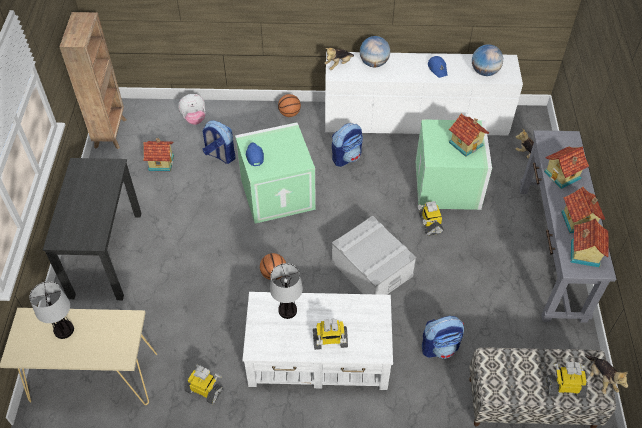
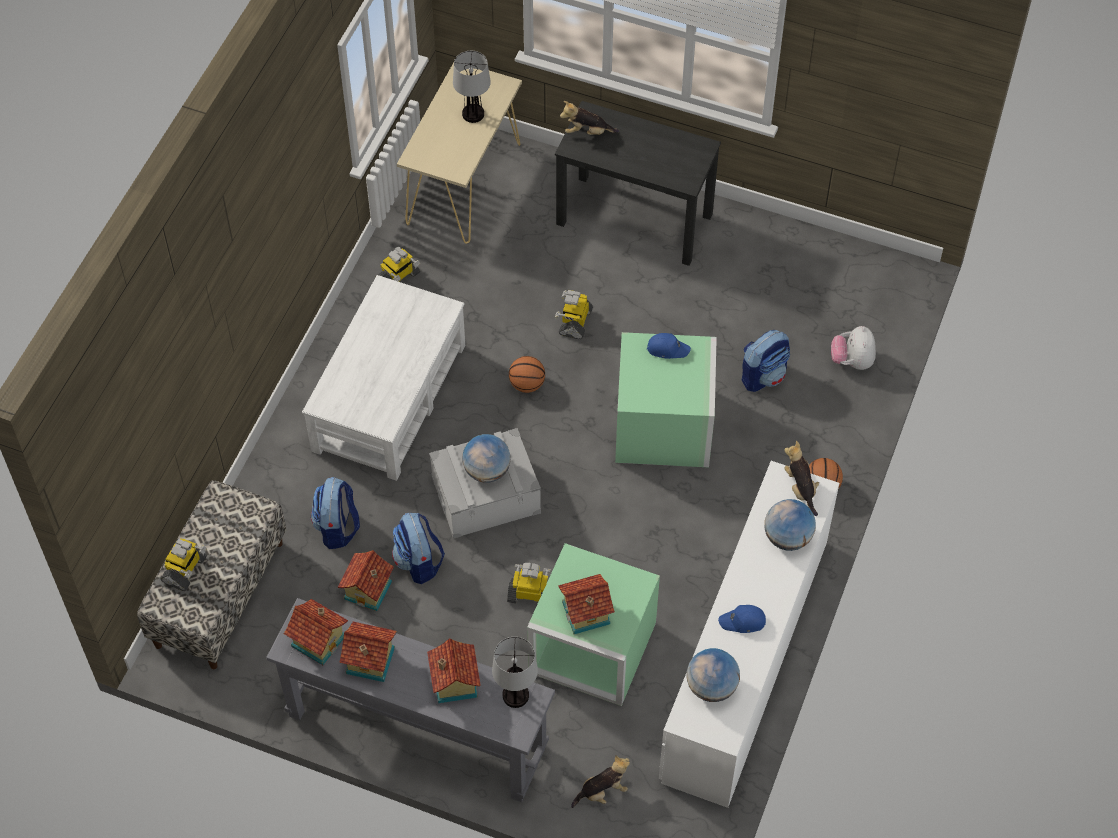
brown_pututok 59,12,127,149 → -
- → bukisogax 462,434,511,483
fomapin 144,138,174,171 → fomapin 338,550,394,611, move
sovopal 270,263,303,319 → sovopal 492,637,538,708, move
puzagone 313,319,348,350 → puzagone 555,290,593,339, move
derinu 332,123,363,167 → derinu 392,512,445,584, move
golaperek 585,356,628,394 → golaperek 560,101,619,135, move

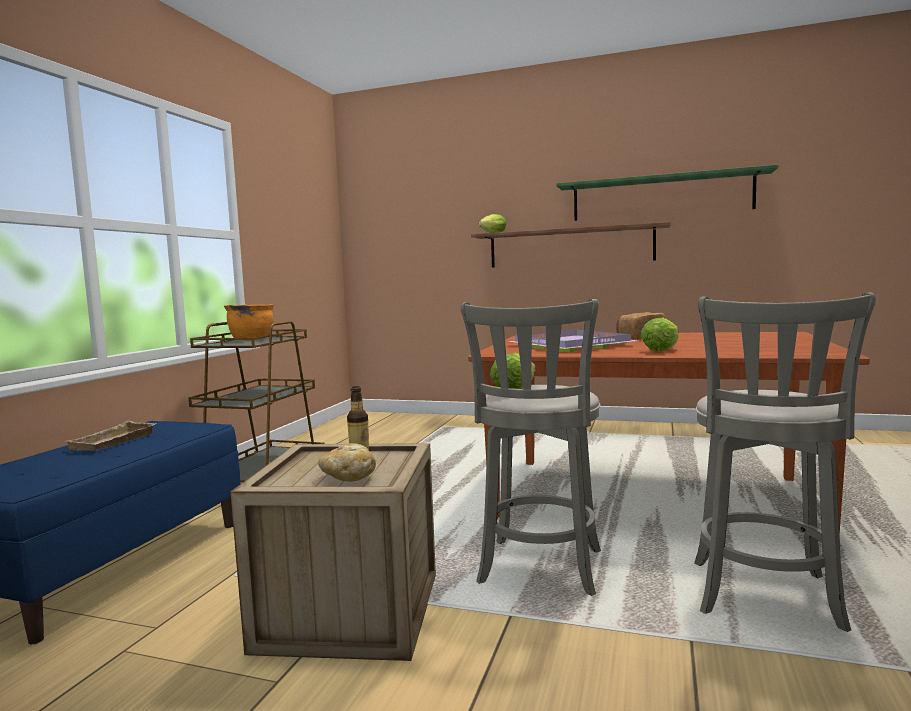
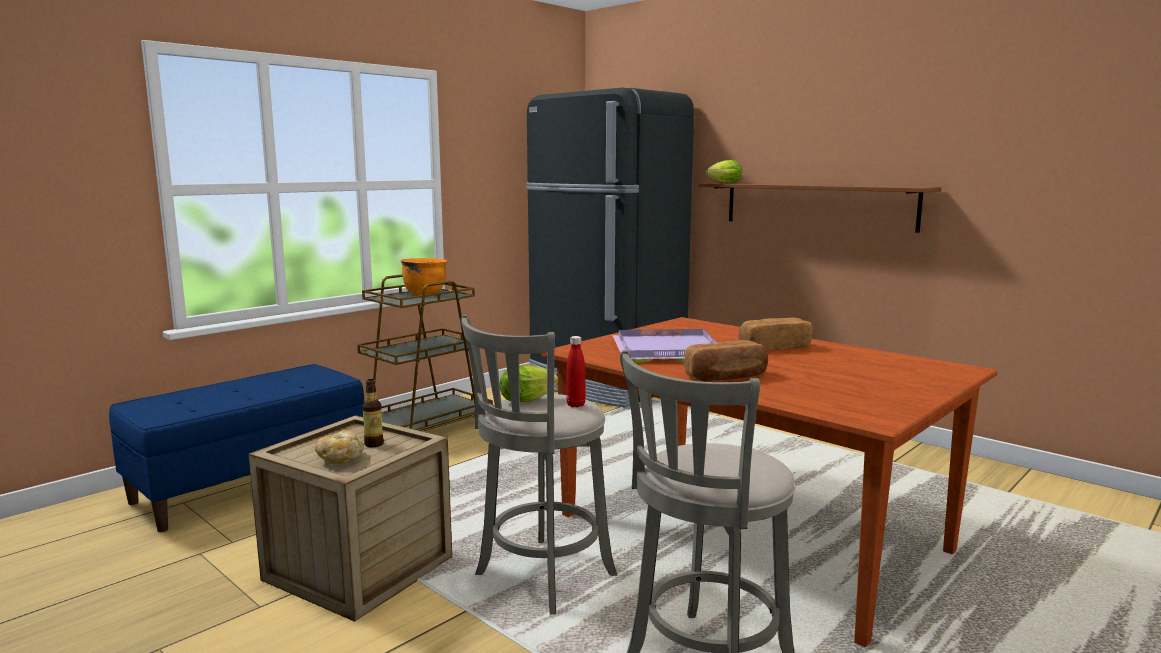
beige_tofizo 67,421,157,451 → -
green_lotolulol 556,164,778,221 → -
- → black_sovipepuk 526,88,694,408
- → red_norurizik 567,336,585,407
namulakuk 641,318,679,351 → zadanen 684,340,768,381

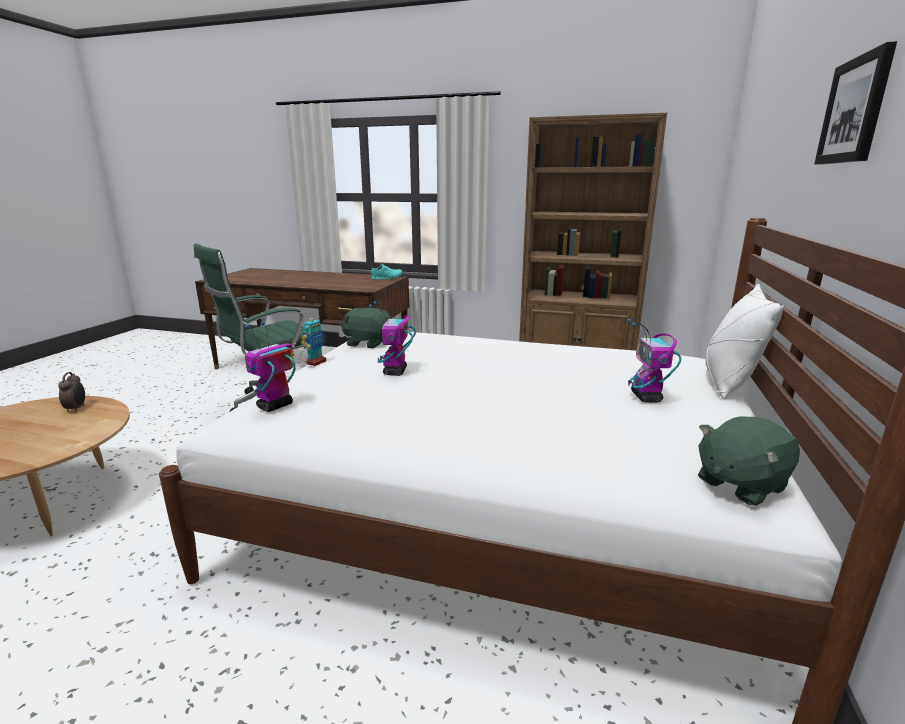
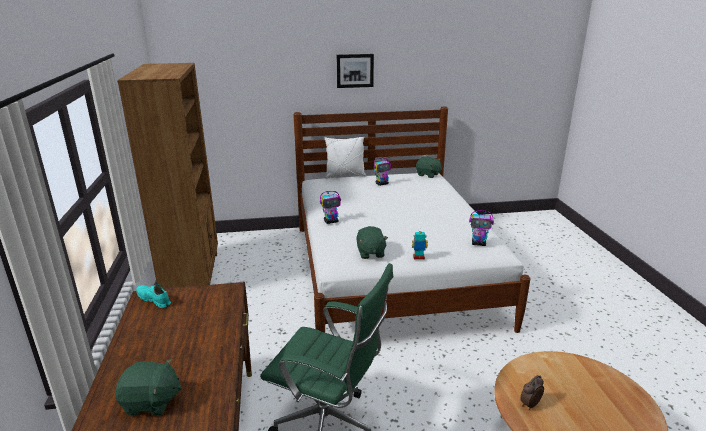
- → green_golaperek 115,359,182,415
puzagone 369,301,416,376 → puzagone 320,191,341,224, move

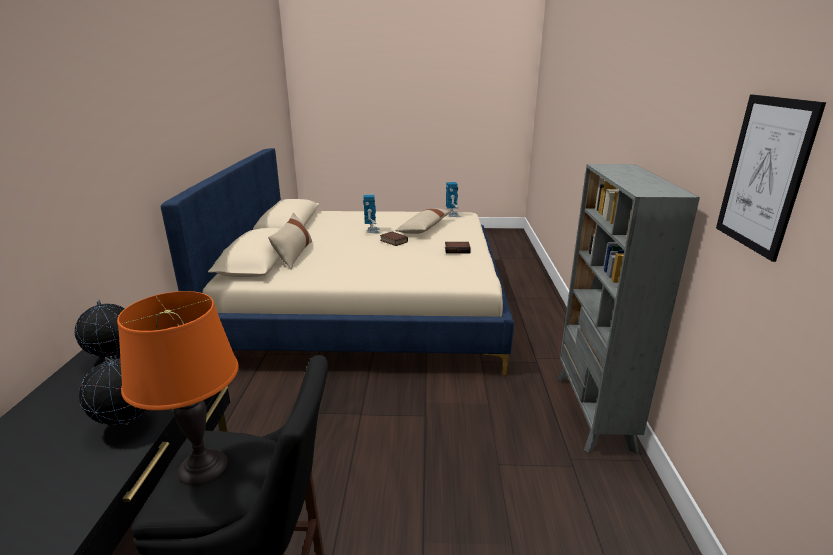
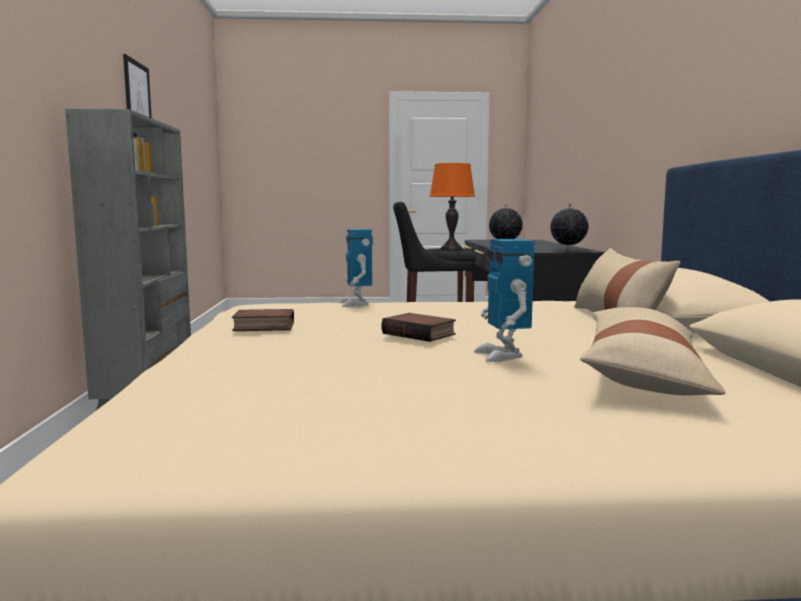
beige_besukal 395,208,451,234 → beige_besukal 580,307,726,395, move
puzagone 446,182,461,217 → puzagone 339,229,373,307, move

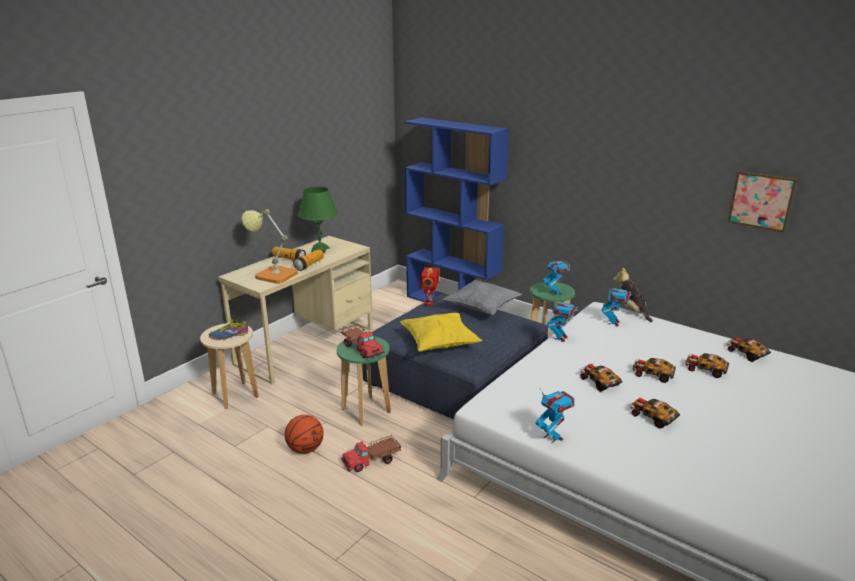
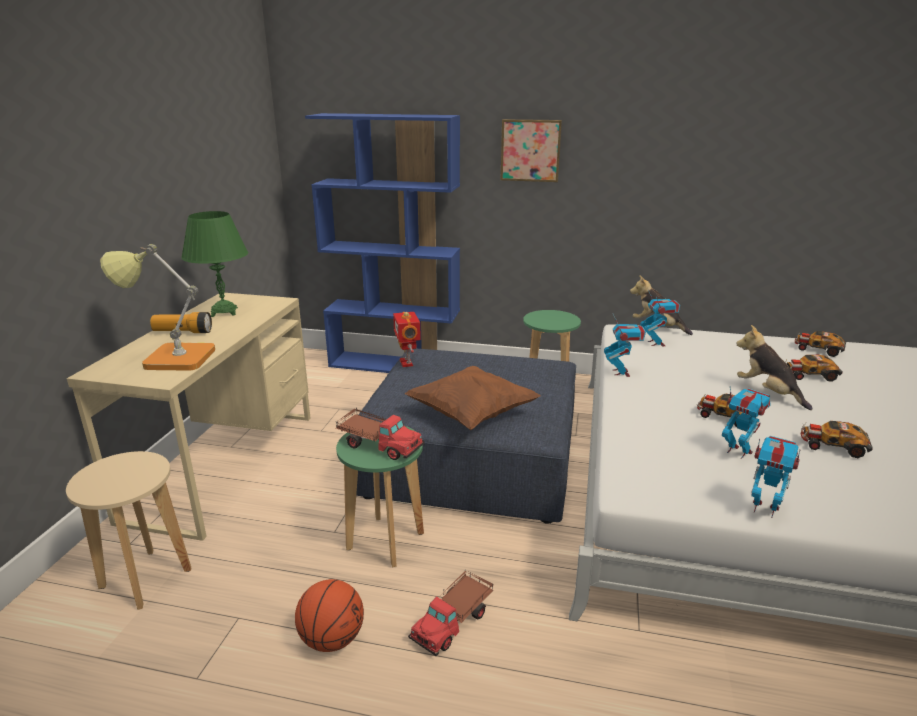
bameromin 209,318,248,340 → -
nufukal 293,250,324,271 → -
grey_besukal 443,280,522,316 → -
puzagone 543,257,570,295 → puzagone 722,388,771,459, move
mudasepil 728,170,797,232 → mudasepil 500,119,562,182, move
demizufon 633,358,676,383 → golaperek 736,325,813,410
yellow_besukal 400,313,482,352 → brown_besukal 405,366,541,430

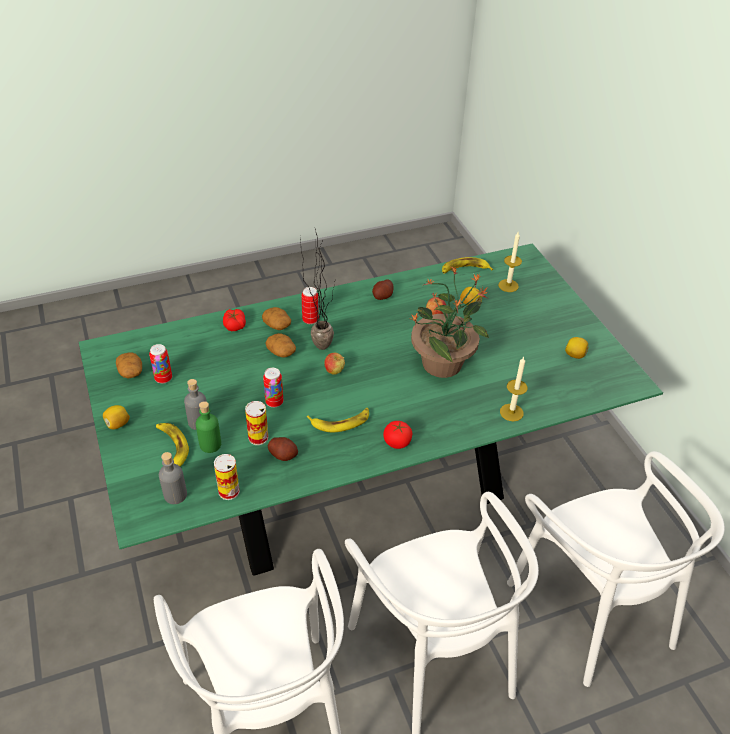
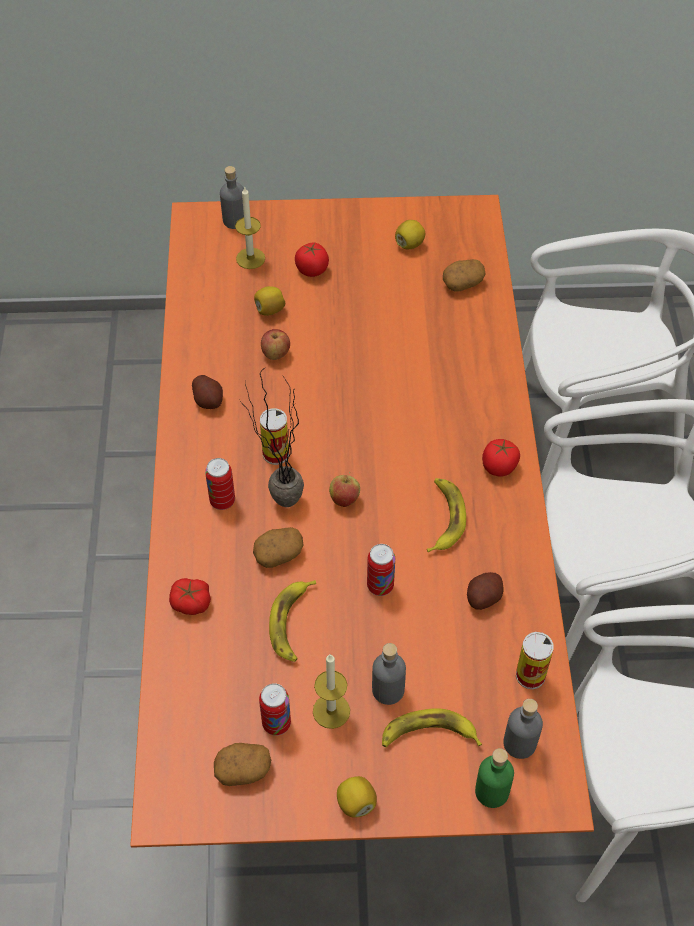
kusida 410,266,489,378 → -
- → grey_norurizik 220,166,244,229
- → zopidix 295,243,329,277
green_norurizik 196,401,221,453 → green_norurizik 475,748,514,808, move
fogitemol 245,401,268,445 → fogitemol 260,408,289,465, move
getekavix 262,307,291,330 → getekavix 443,259,486,292, move
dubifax 442,257,493,273 → dubifax 269,580,316,662, move
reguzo 500,356,528,422 → reguzo 313,654,350,729, move
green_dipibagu 79,243,663,576 → orange_dipibagu 130,195,594,848

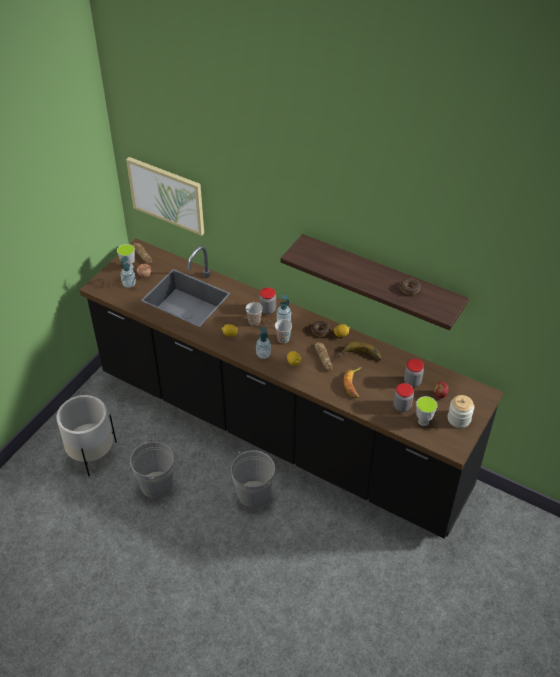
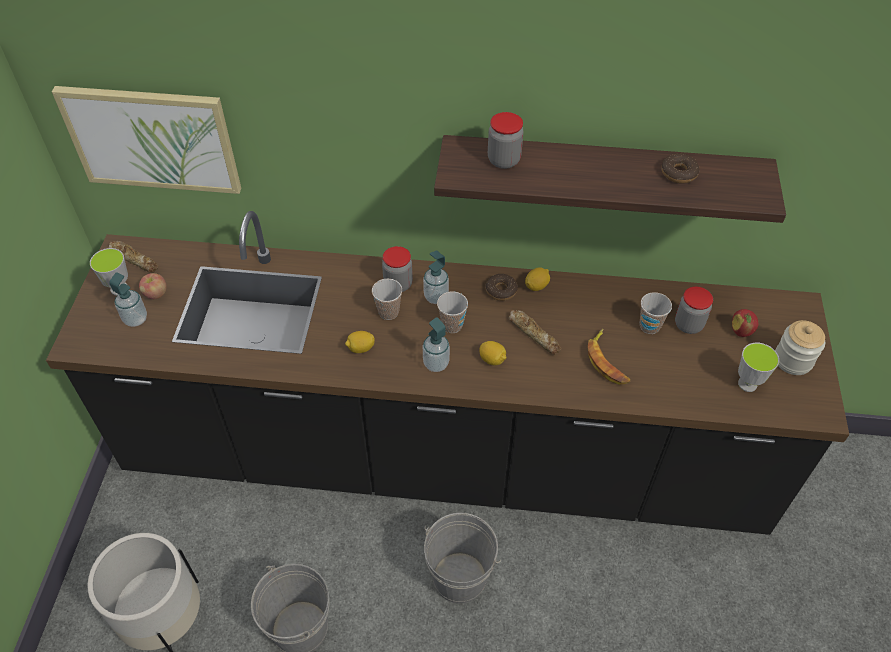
dubifax 338,341,382,361 → -
- → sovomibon 639,292,672,334
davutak 393,383,414,412 → davutak 488,112,524,169, move

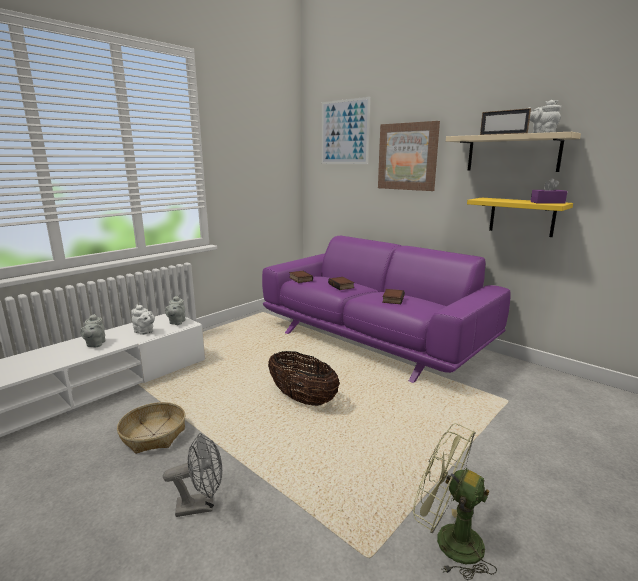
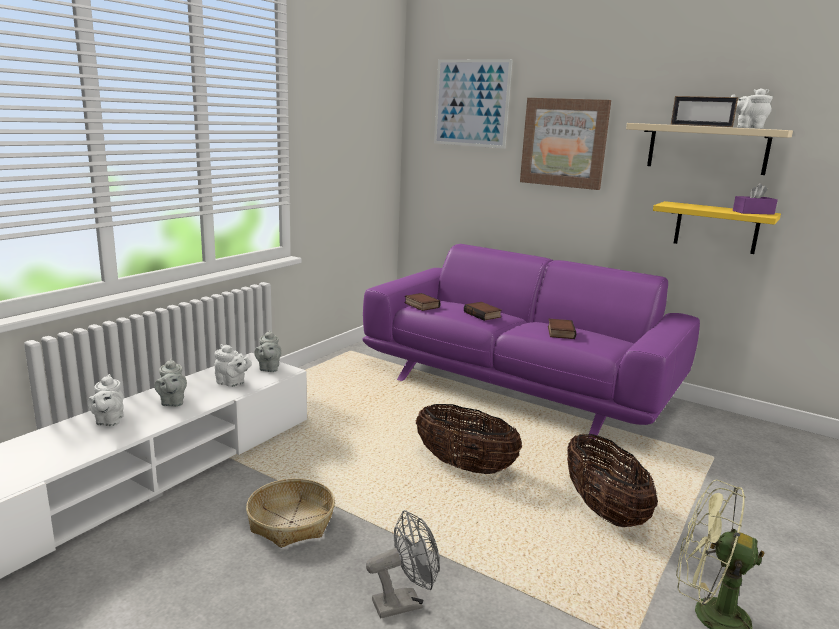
- → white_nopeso 87,374,124,426
- → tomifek 567,434,658,527

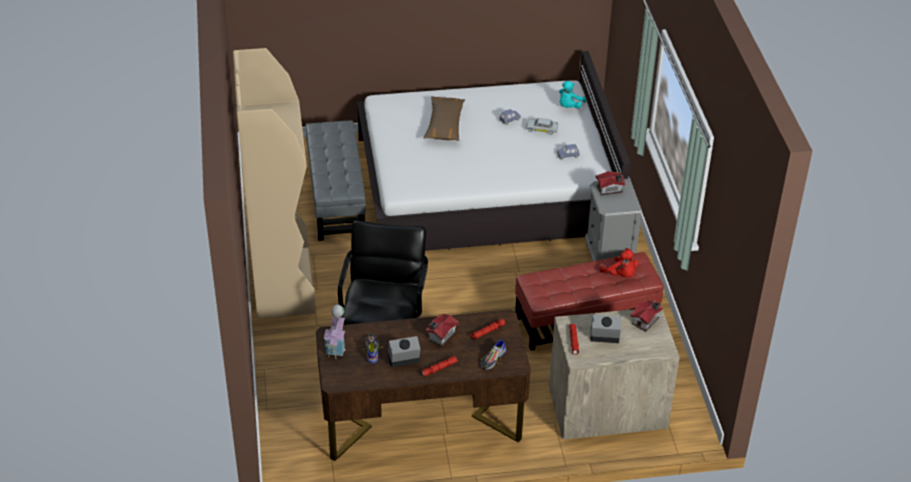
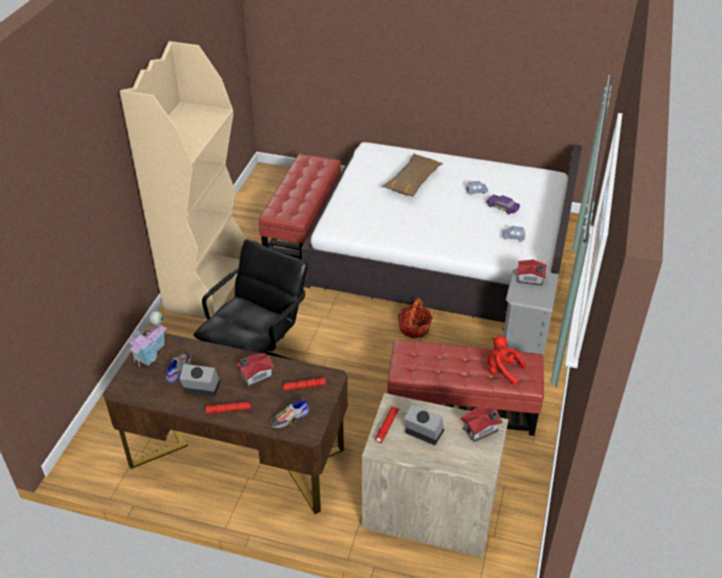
turquoise_golaperek 559,81,586,109 → -
- → tomifek 398,298,432,338
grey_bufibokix 306,120,366,241 → red_bufibokix 259,154,341,260
white_demizufon 526,118,558,135 → purple_demizufon 486,194,520,214
red_golaperek 600,248,639,277 → red_golaperek 488,336,527,385, 135 degrees clockwise

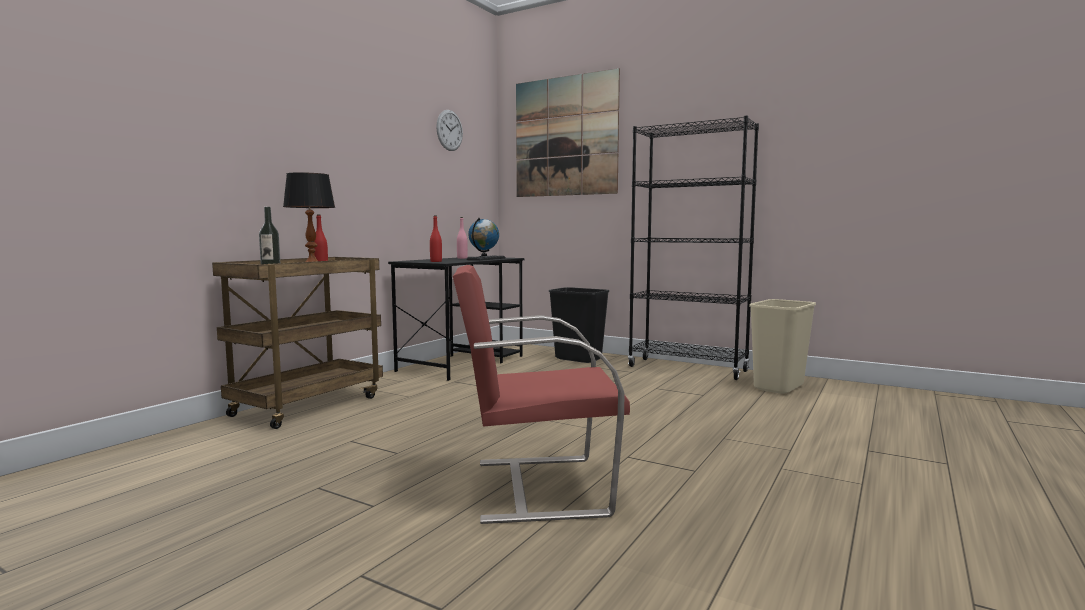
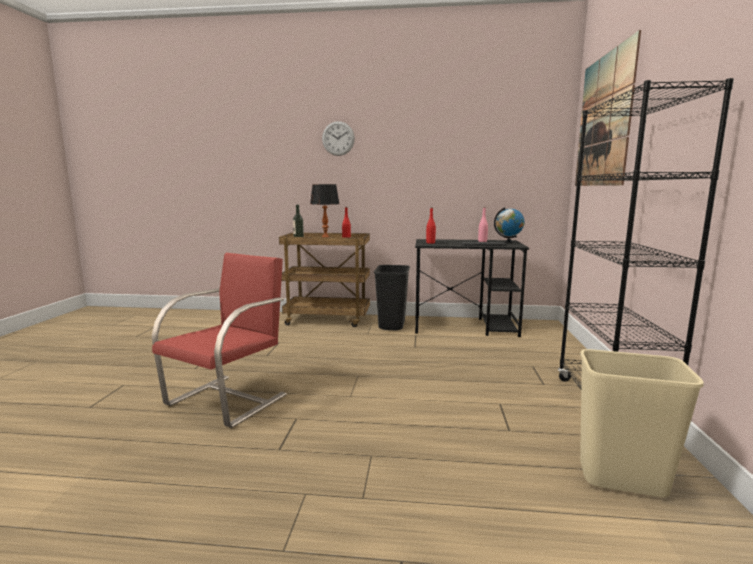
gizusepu 436,110,463,151 → gizusepu 322,121,355,156, move
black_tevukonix 549,287,609,363 → black_tevukonix 374,265,410,330, move
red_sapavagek 453,265,630,524 → red_sapavagek 152,253,287,428, 60 degrees clockwise

